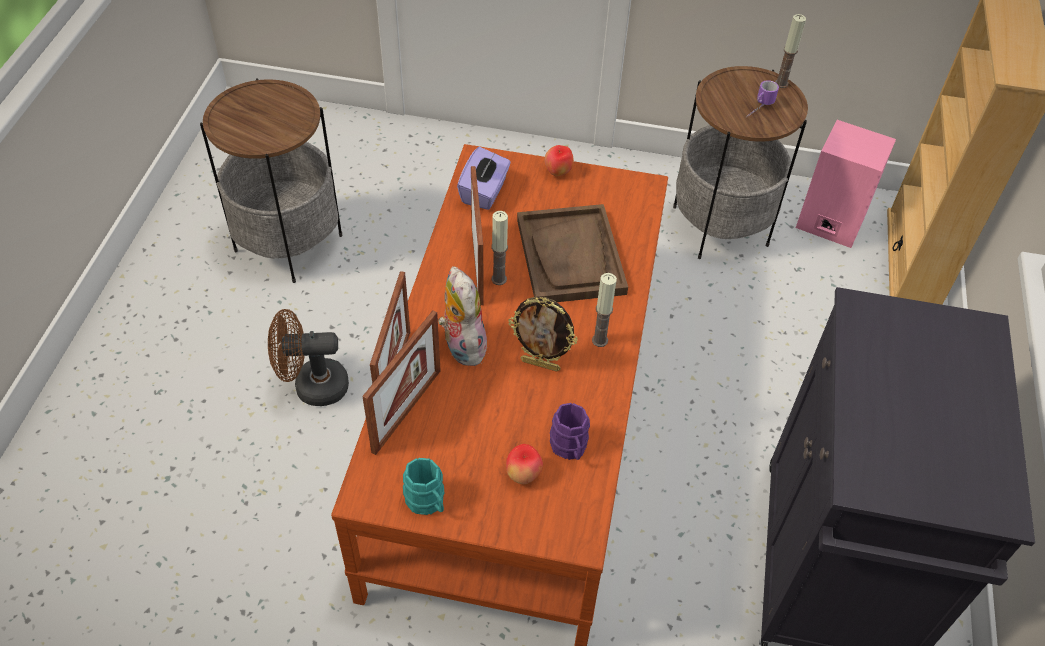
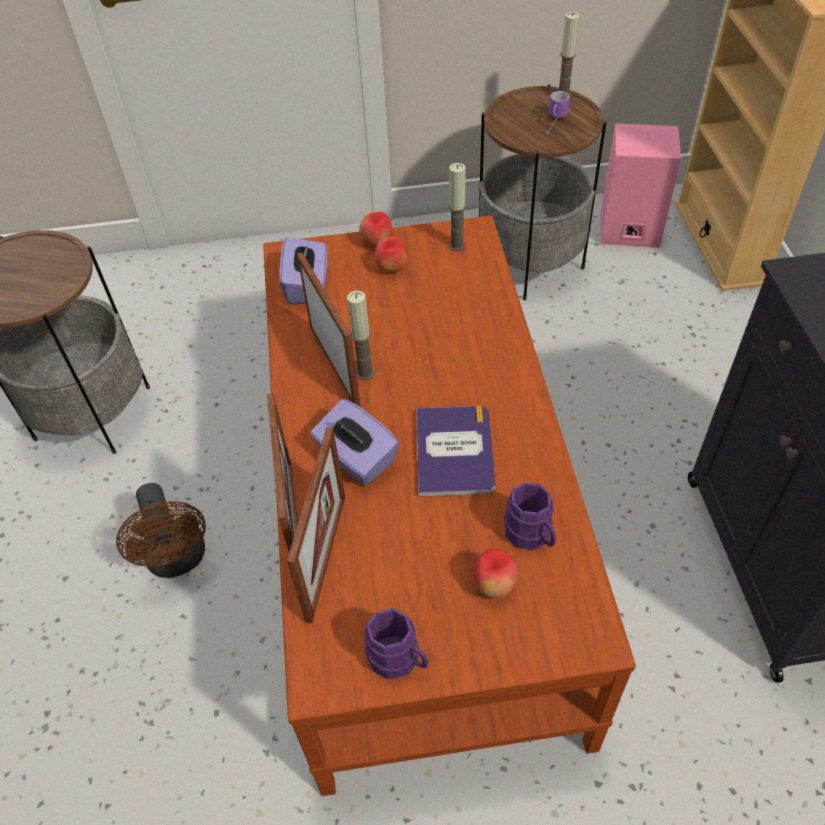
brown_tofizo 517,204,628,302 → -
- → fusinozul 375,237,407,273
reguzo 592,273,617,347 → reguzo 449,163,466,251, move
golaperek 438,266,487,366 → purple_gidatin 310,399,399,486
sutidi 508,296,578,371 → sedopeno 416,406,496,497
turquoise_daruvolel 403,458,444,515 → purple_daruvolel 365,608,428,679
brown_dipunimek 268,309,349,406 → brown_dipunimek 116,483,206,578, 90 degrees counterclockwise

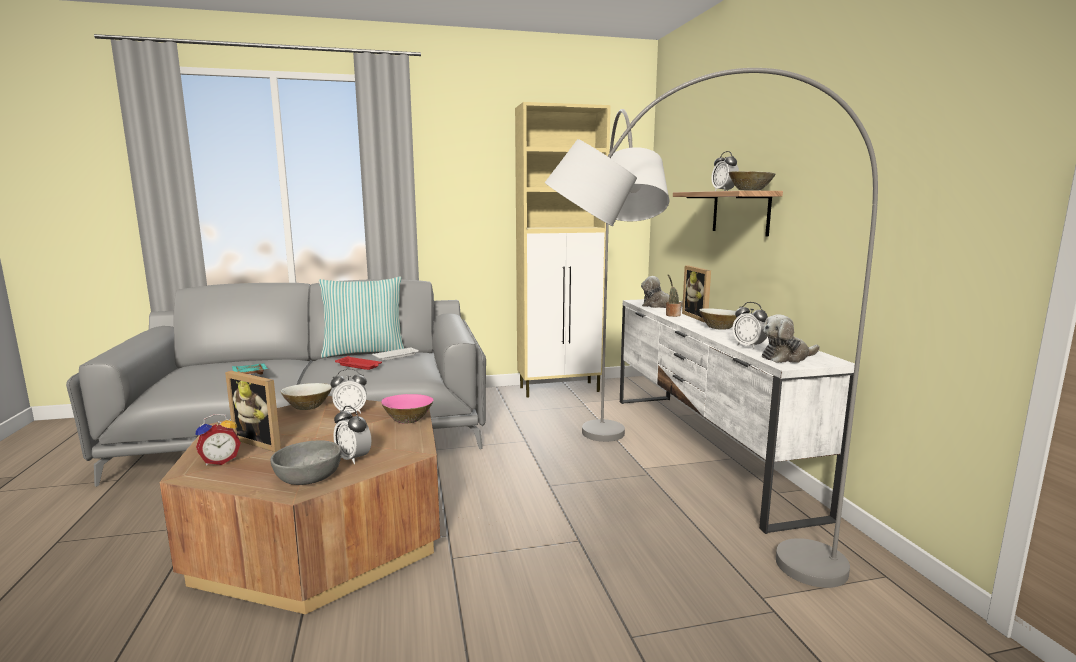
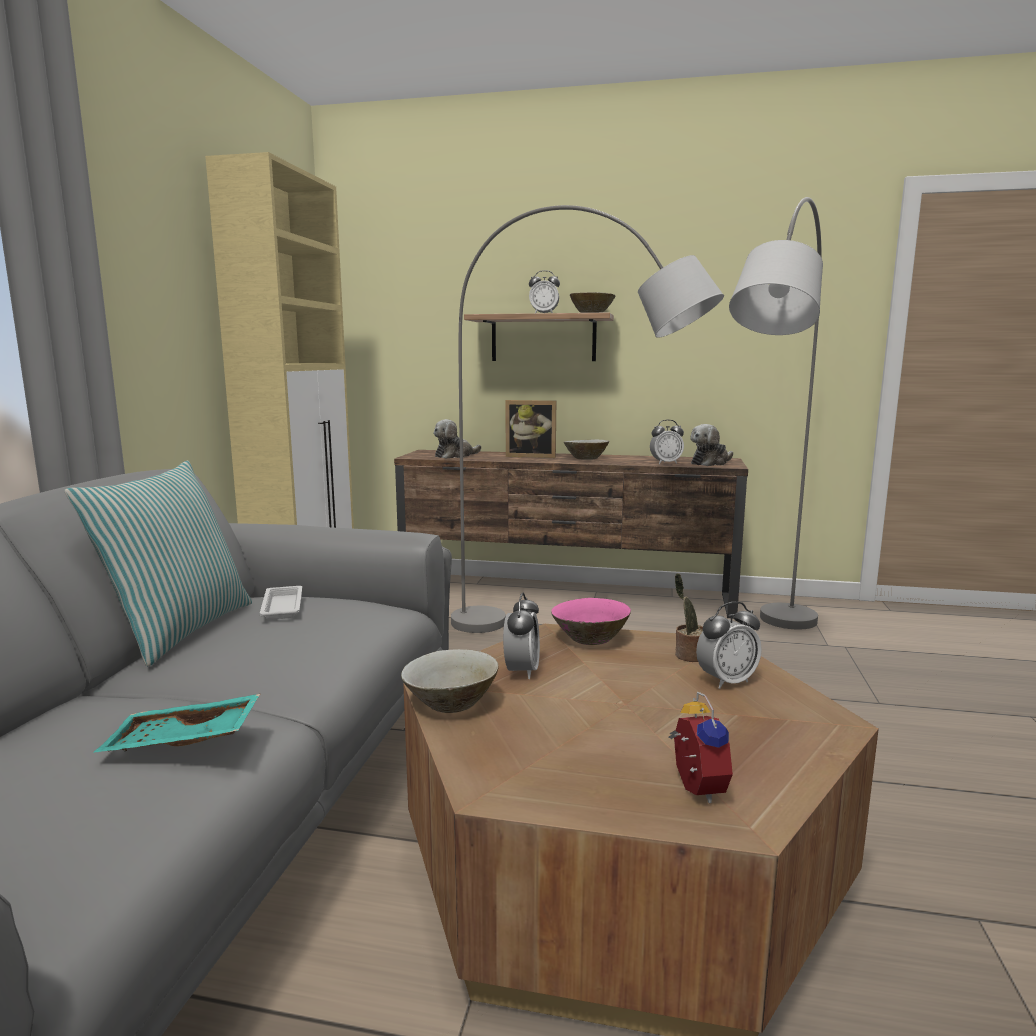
sutidi 225,371,281,452 → -
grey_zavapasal 270,441,341,485 → -
red_tofizo 335,356,382,370 → -
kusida 666,274,681,317 → kusida 675,573,703,662, move
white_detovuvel 620,299,855,534 → brown_detovuvel 394,450,748,619
golaperek 762,315,820,363 → golaperek 690,424,733,466, 45 degrees clockwise

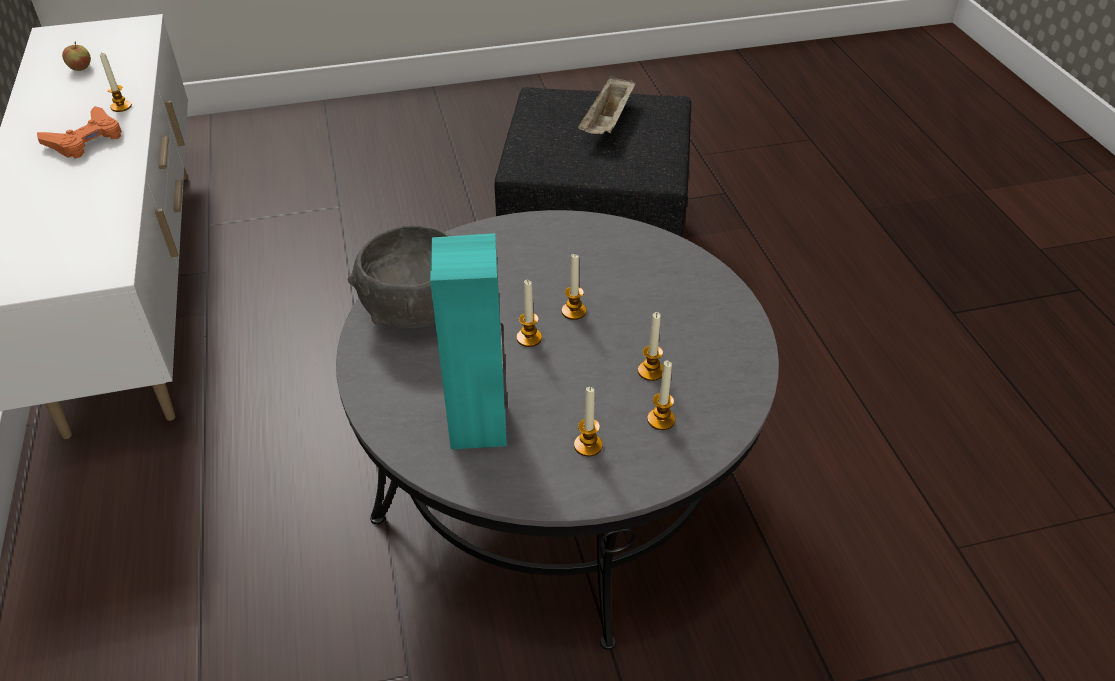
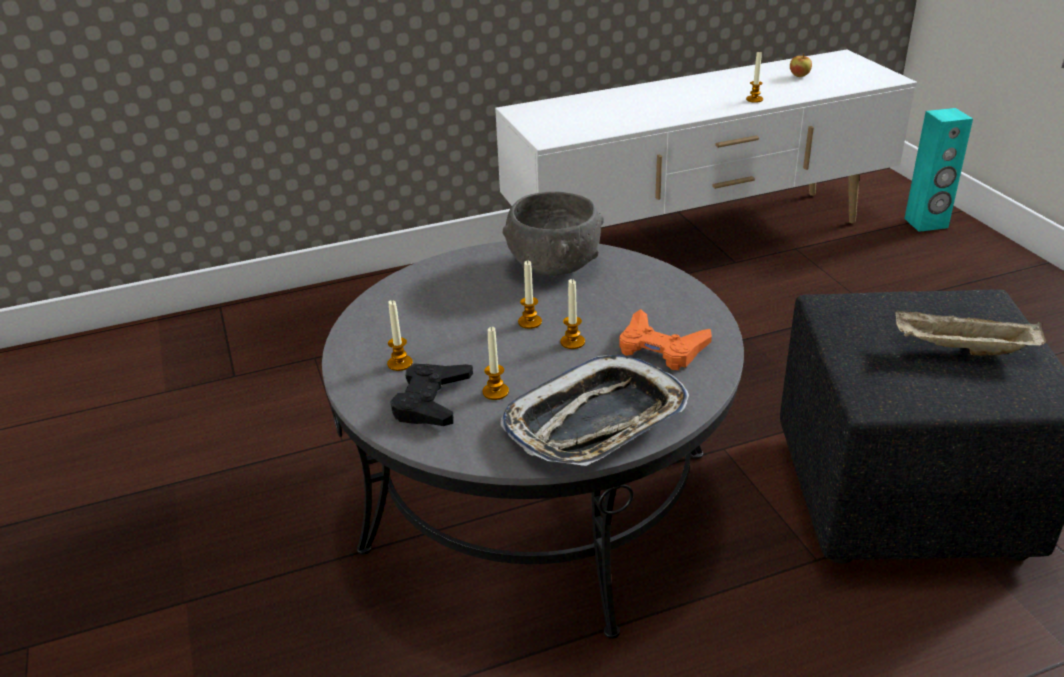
- → tofizo 500,355,689,466
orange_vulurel 37,106,122,159 → orange_vulurel 619,309,712,370, move
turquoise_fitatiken 430,233,507,449 → turquoise_fitatiken 904,108,973,232, move
reguzo 647,361,675,430 → black_vulurel 390,363,473,426

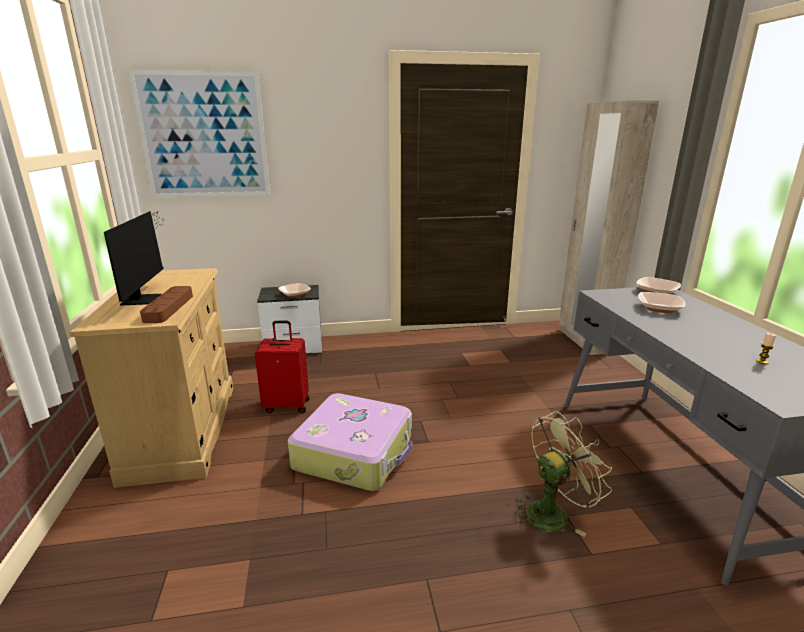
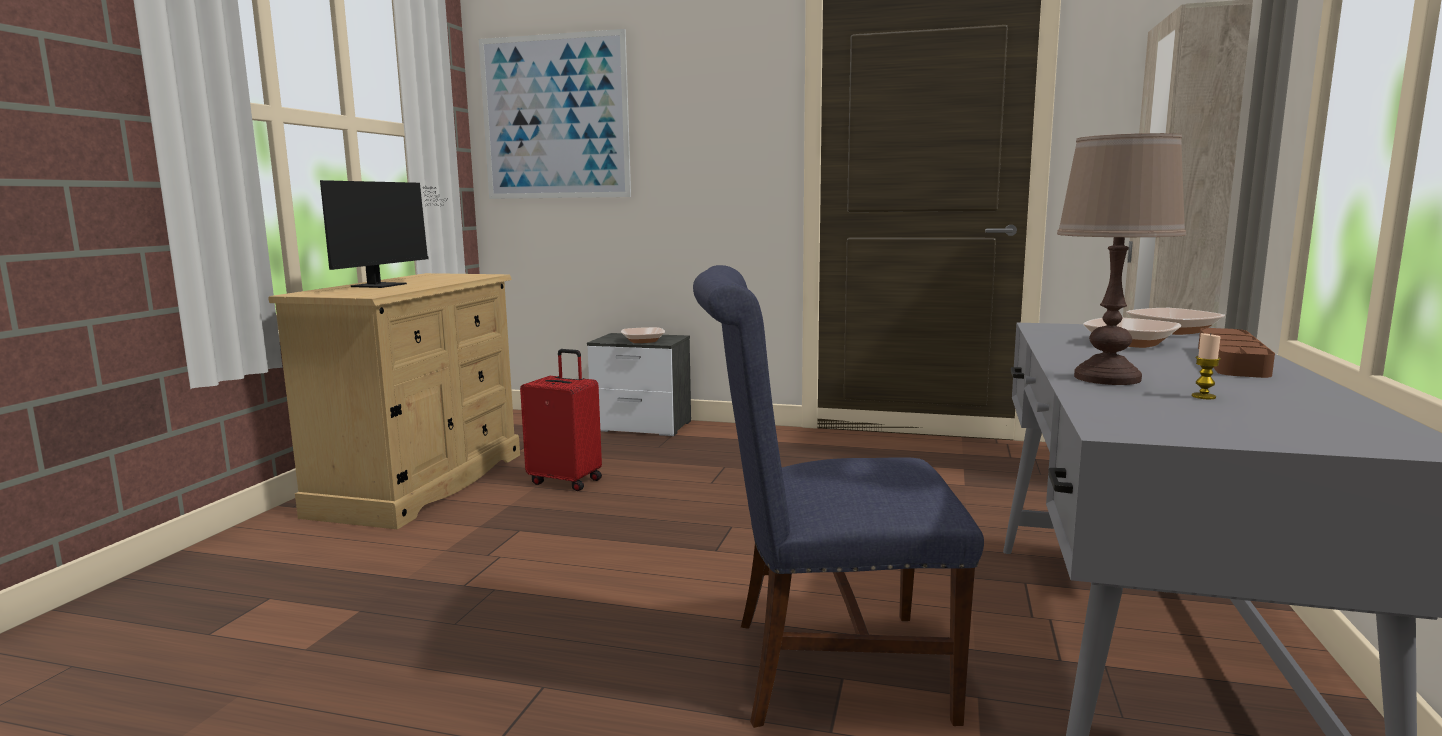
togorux 288,393,412,491 → -
- → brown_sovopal 1057,133,1186,385
brown_tofizo 140,286,193,323 → brown_tofizo 1198,328,1275,378, move
green_dipunimek 513,411,612,537 → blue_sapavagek 693,265,984,728

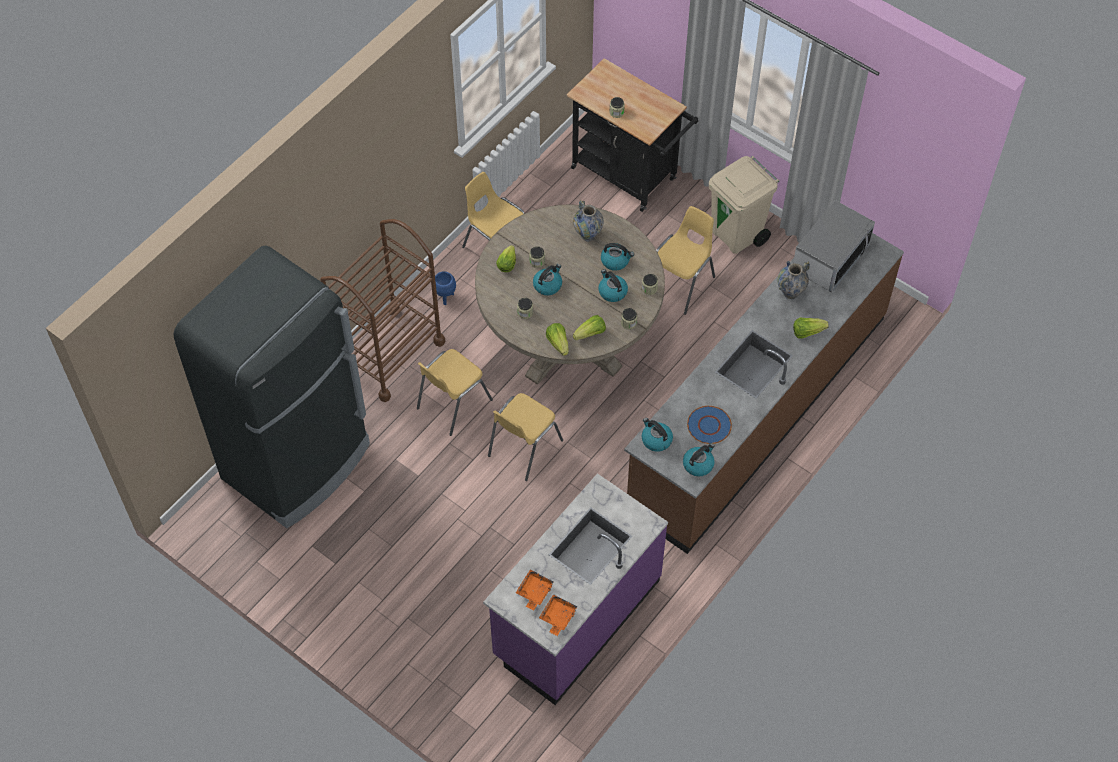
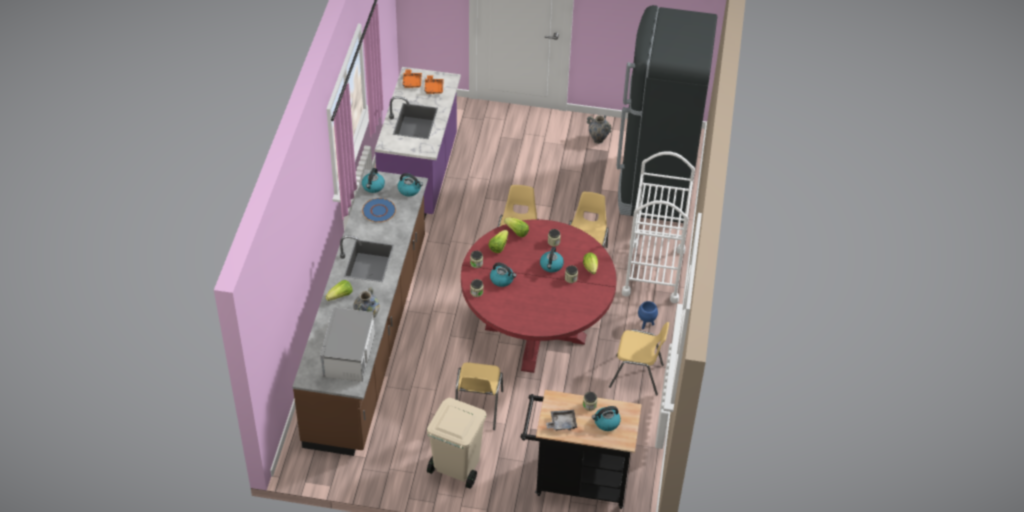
- → grey_tofizo 546,410,577,431
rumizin 573,200,604,241 → rumizin 587,115,612,144, move
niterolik 601,243,634,271 → niterolik 592,406,621,431, move
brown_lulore 320,219,445,402 → white_lulore 622,151,695,303
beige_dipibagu 475,205,665,385 → red_dipibagu 461,219,617,373

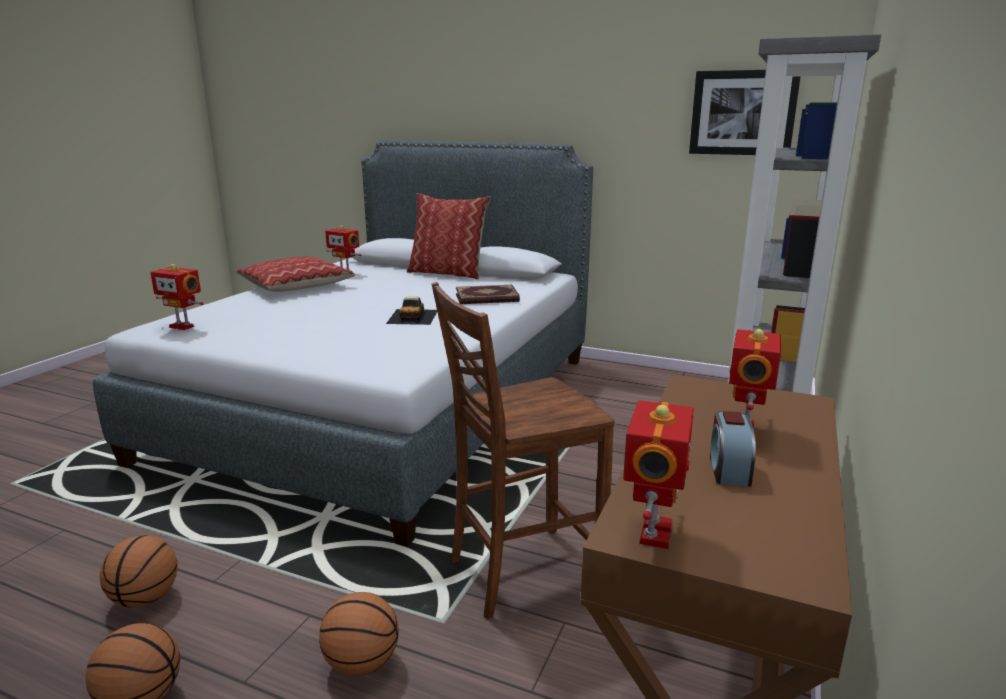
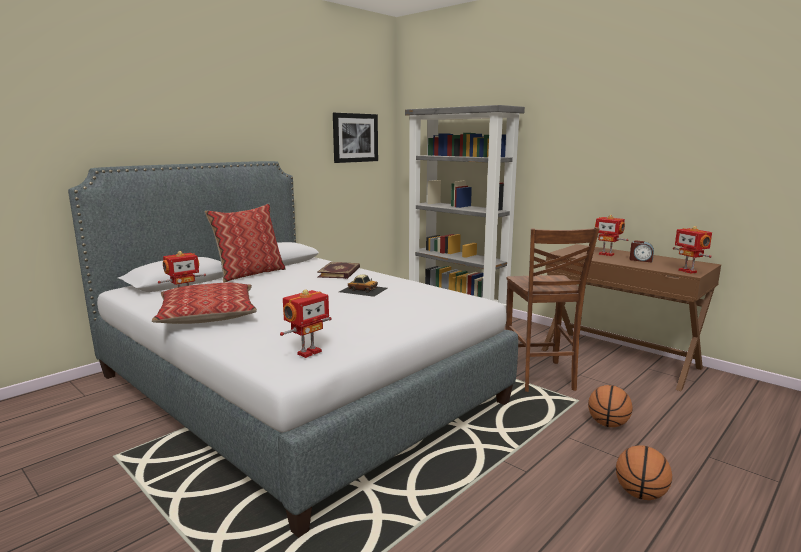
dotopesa 99,535,178,607 → -
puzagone 623,400,694,549 → puzagone 673,226,712,274, 150 degrees counterclockwise

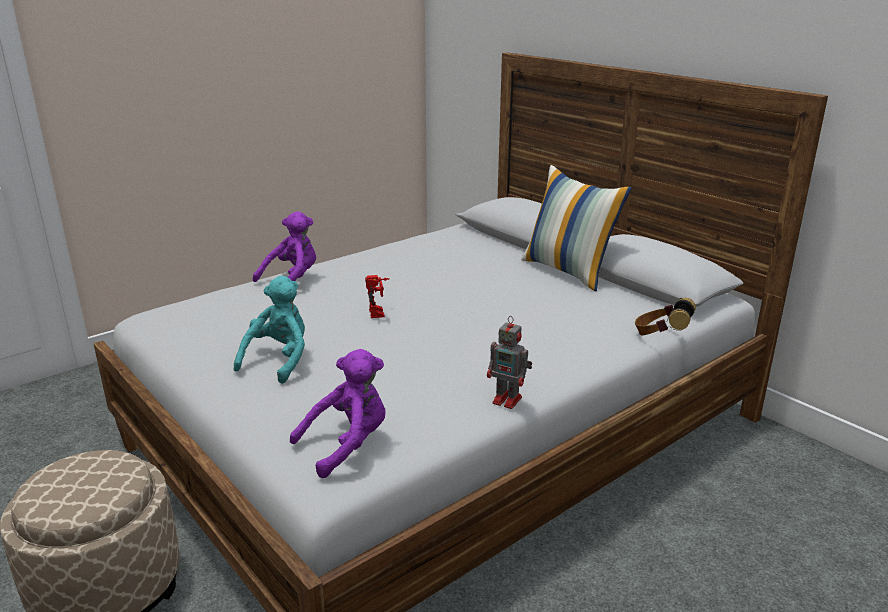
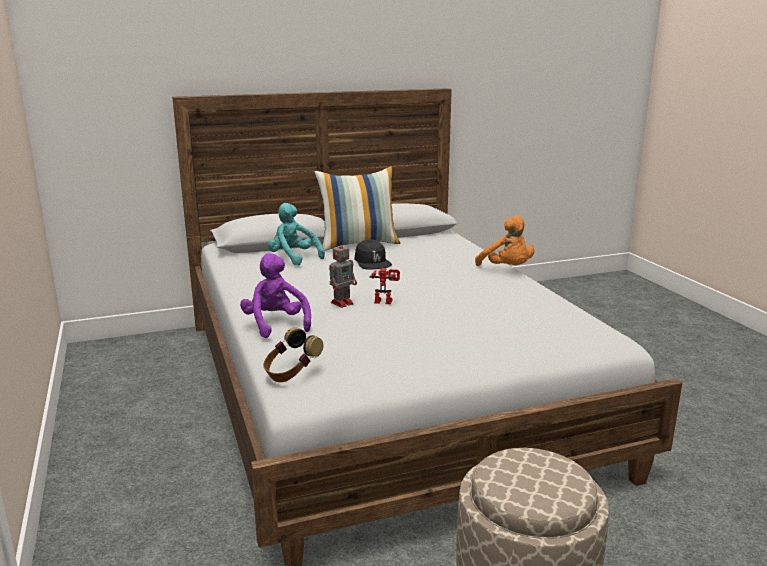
purple_golaperek 290,349,386,478 → -
- → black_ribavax 354,239,392,270
- → orange_golaperek 475,216,534,266
turquoise_golaperek 234,276,305,384 → turquoise_golaperek 268,203,325,266, move
puzagone 487,316,532,409 → puzagone 329,240,357,308, move
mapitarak 635,298,696,335 → mapitarak 263,327,323,382, move

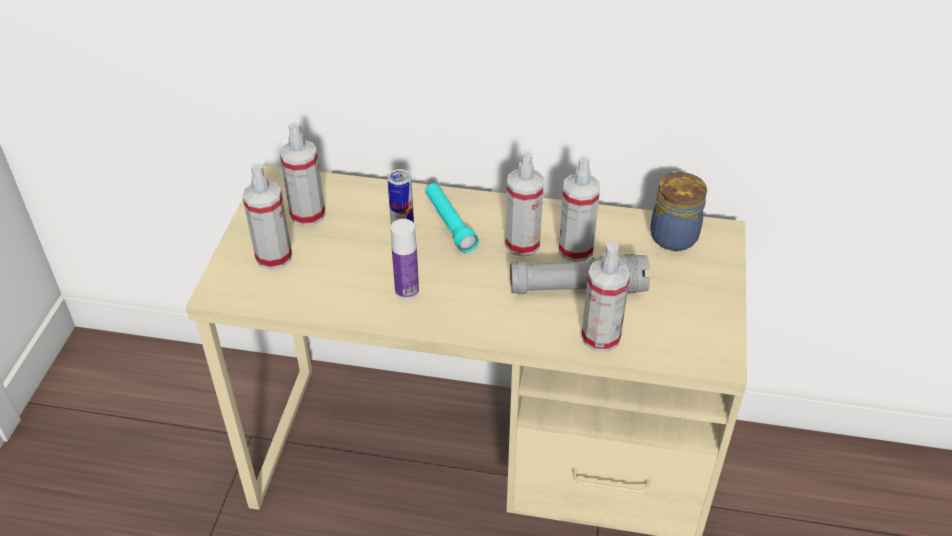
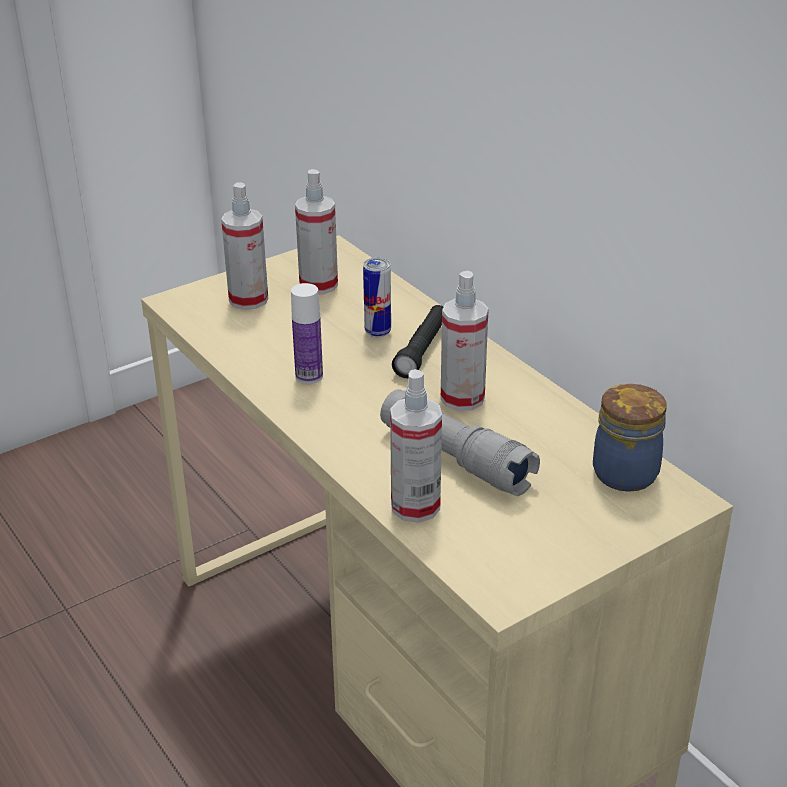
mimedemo 558,156,600,262 → -
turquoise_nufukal 425,183,479,253 → black_nufukal 392,305,443,378

